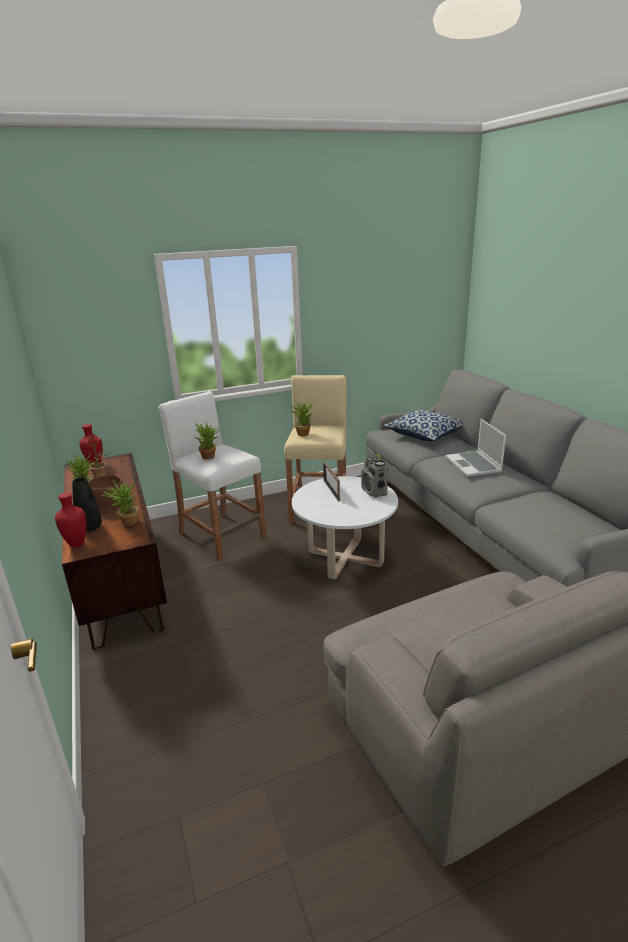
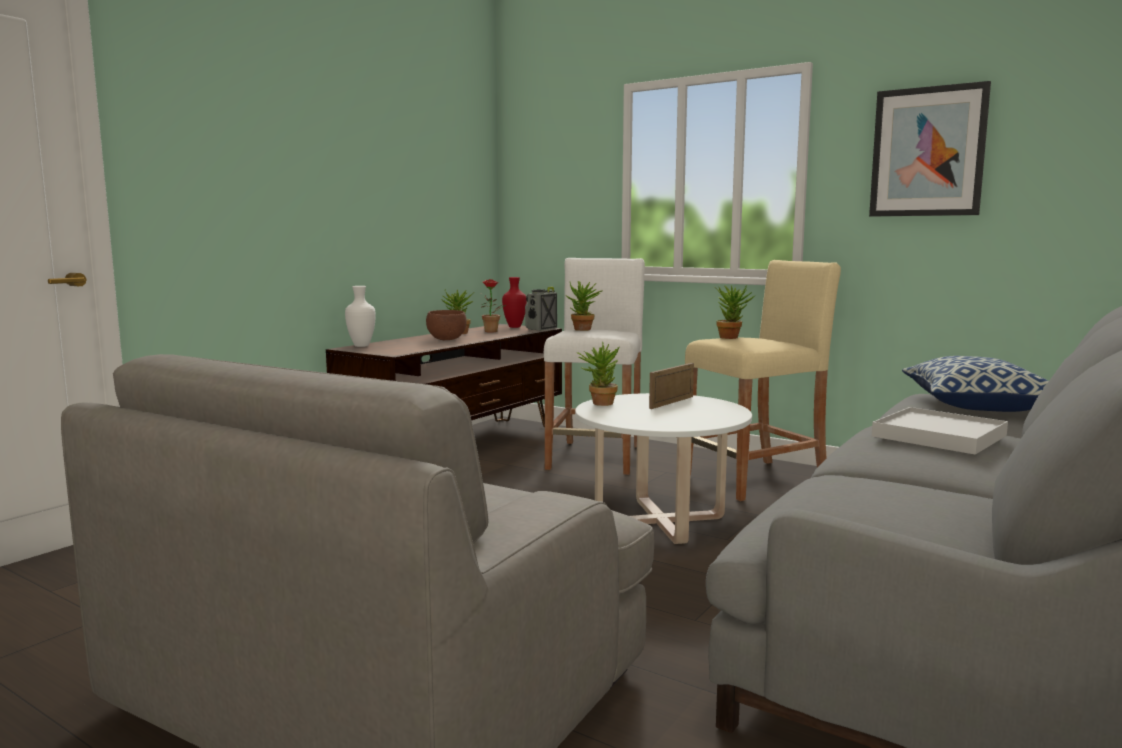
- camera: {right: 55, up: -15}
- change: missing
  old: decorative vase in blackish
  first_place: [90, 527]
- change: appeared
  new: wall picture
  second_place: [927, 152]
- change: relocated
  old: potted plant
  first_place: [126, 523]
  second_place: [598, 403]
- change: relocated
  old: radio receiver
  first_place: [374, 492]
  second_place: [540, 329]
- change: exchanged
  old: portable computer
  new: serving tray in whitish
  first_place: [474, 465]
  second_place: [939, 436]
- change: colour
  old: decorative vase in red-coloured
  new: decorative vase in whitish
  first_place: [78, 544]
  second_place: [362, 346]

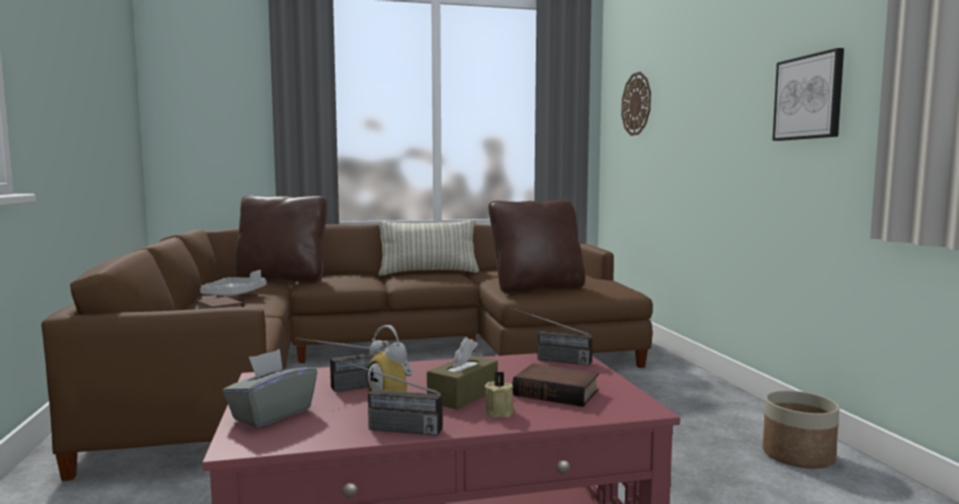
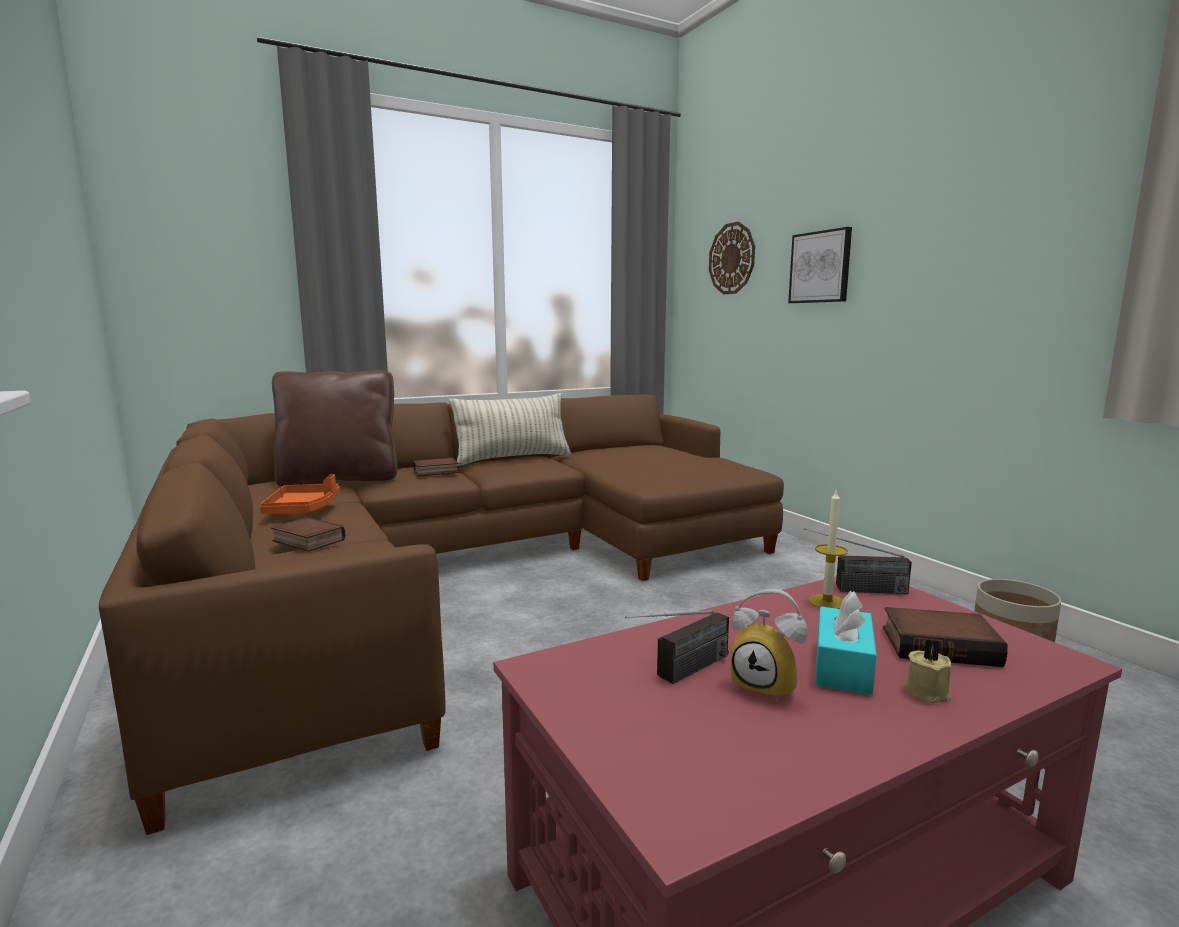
- camera: {right: -15, up: 5}
- change: missing
  old: tissue holder in grey
  first_place: [271, 414]
- change: missing
  old: radio receiver
  first_place: [386, 428]
- change: missing
  old: pillow in brown-coloured
  first_place: [537, 288]
- change: appeared
  new: book
  second_place: [435, 472]
- change: appeared
  new: wax light
  second_place: [827, 602]
- change: relocated
  old: wall picture
  first_place: [808, 97]
  second_place: [820, 267]
- change: colour
  old: serving tray in grey
  new: serving tray in orange
  first_place: [235, 294]
  second_place: [303, 509]
- change: colour
  old: tissue holder in brown-coloured
  new: tissue holder in blue-green
  first_place: [463, 395]
  second_place: [842, 666]

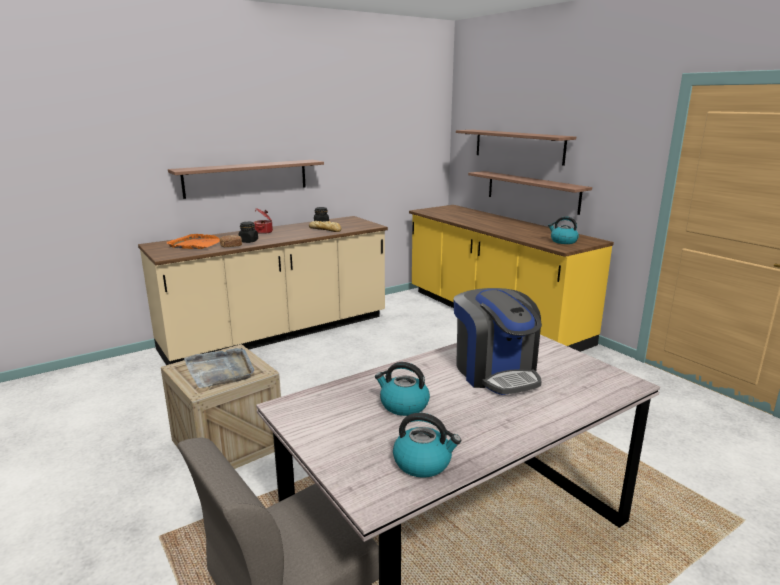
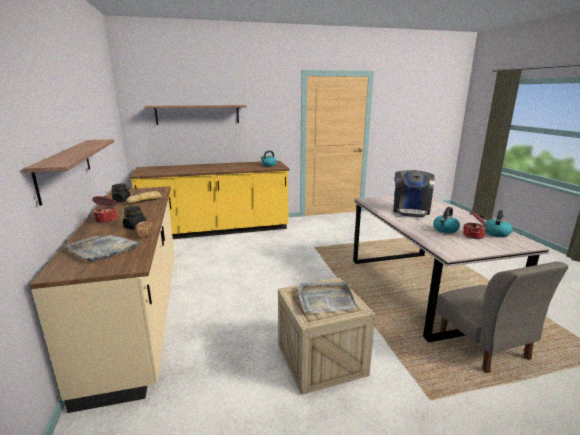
- camera: {right: -70, up: 0}
- change: missing
  old: wall shelf
  first_place: [532, 191]
- change: appeared
  new: saucepot
  second_place: [474, 236]
- change: colour
  old: serving tray in orange
  new: serving tray in grey
  first_place: [196, 244]
  second_place: [103, 249]
- change: spun
  old: coffee maker
  first_place: [495, 372]
  second_place: [410, 210]
  degrees: 105

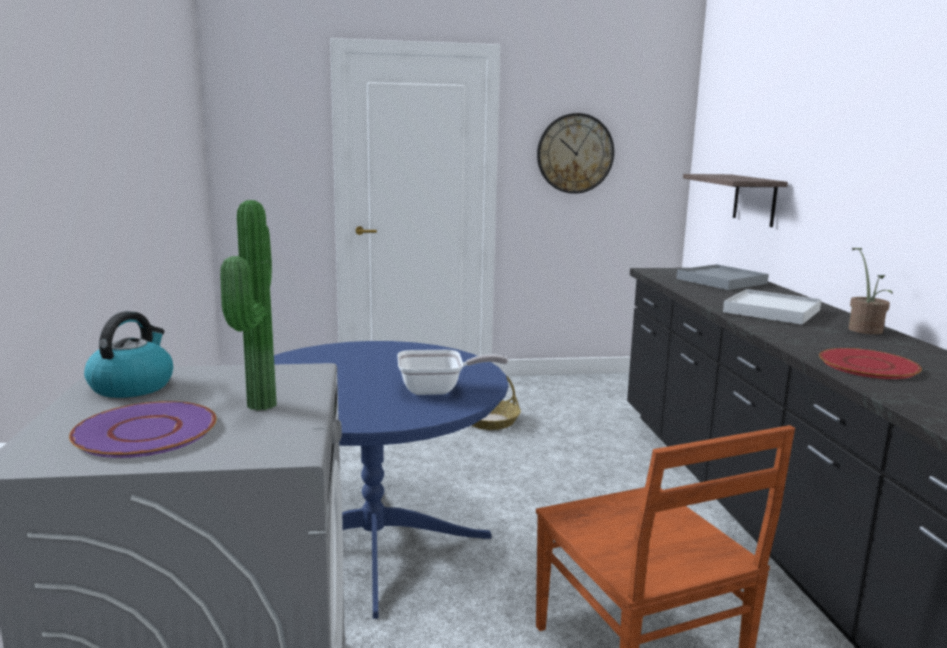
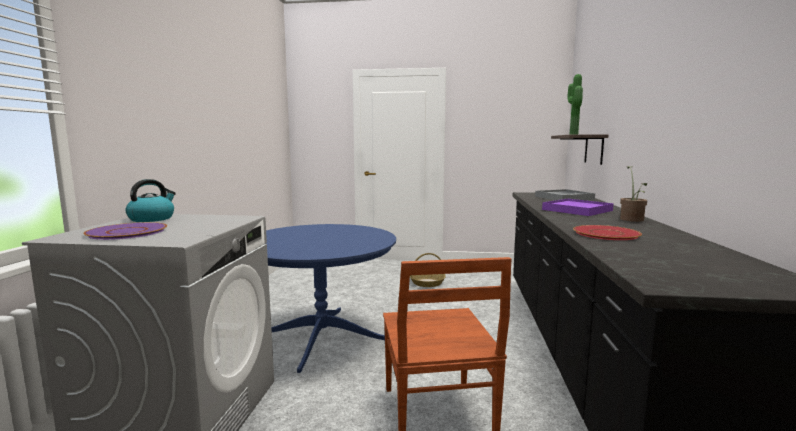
- camera: {right: 15, up: -5}
- change: missing
  old: skillet
  first_place: [438, 390]
- change: missing
  old: clock on the wall
  first_place: [575, 153]
- change: relocated
  old: potted plant
  first_place: [255, 405]
  second_place: [572, 134]
- change: colour
  old: serving tray in whitish
  new: serving tray in purple-coloured
  first_place: [772, 311]
  second_place: [577, 210]

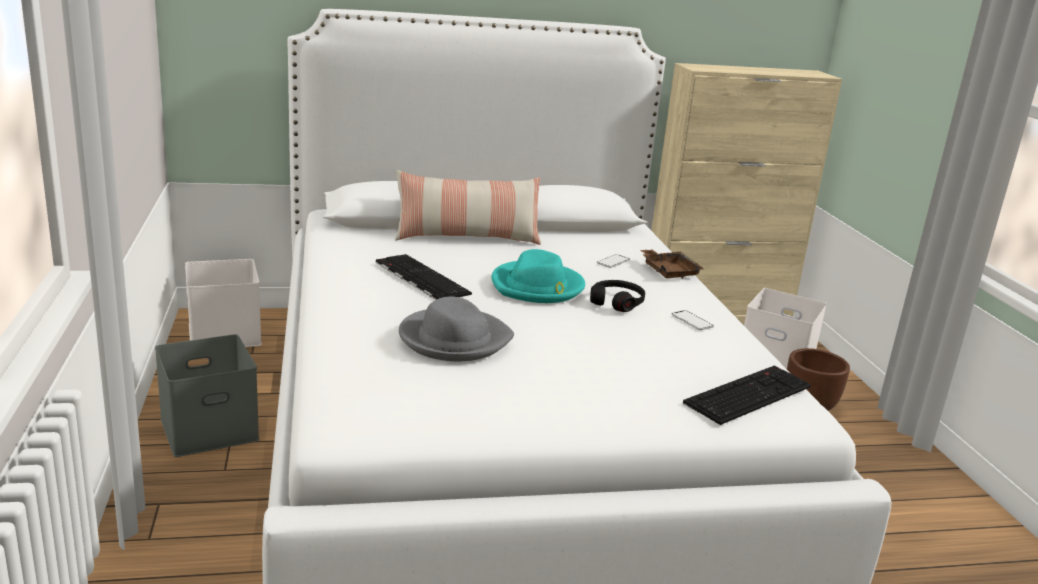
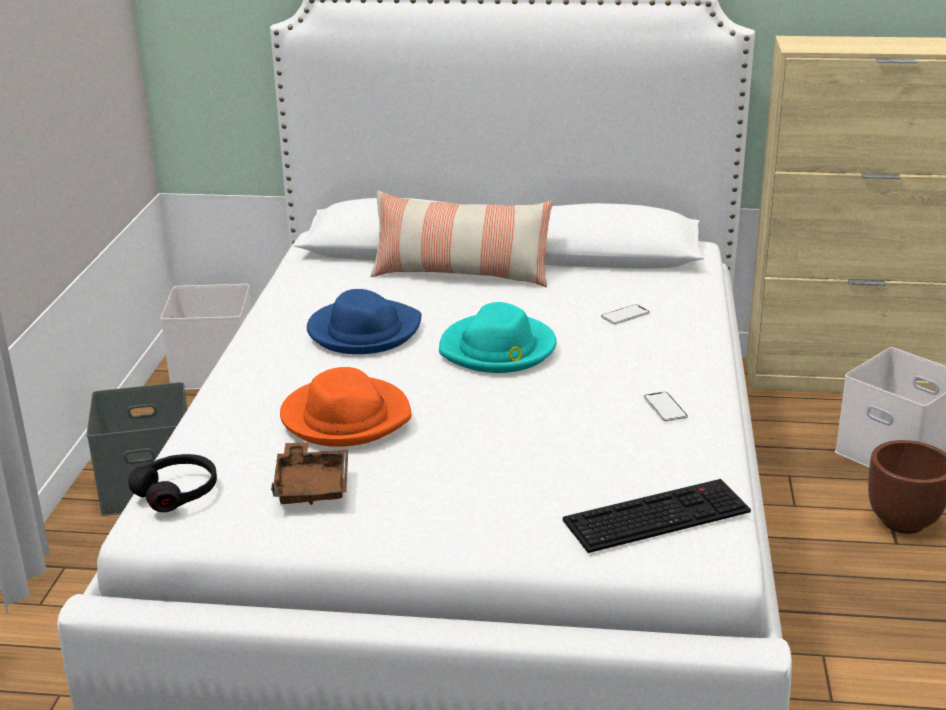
- camera: {right: 20, up: 5}
- change: relocated
  old: pair of headphones in blackish
  first_place: [617, 302]
  second_place: [177, 492]
- change: relocated
  old: serving tray in brown-coloured
  first_place: [669, 271]
  second_place: [311, 486]
- change: exchanged
  old: computer keyboard
  new: wearable hat in blue-coloured
  first_place: [419, 278]
  second_place: [363, 331]
- change: colour
  old: wearable hat in grey
  new: wearable hat in orange
  first_place: [454, 339]
  second_place: [345, 417]

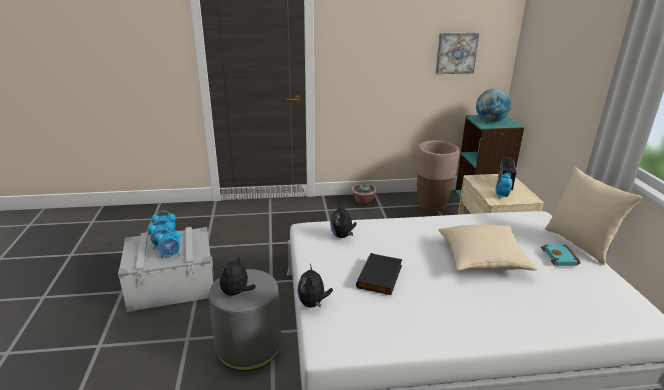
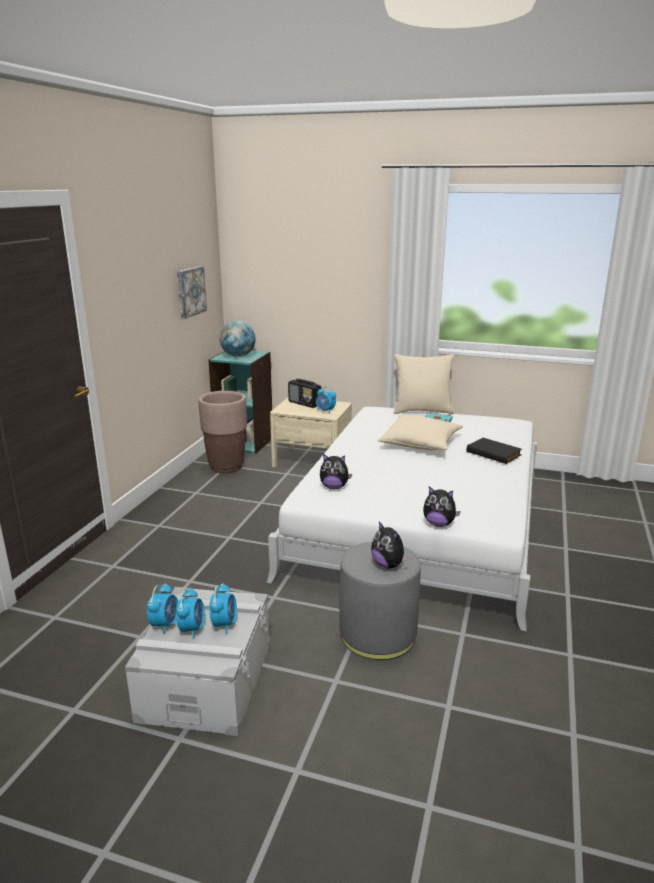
- camera: {right: -65, up: -5}
- change: missing
  old: potted plant
  first_place: [363, 202]
- change: relocated
  old: book in blackish
  first_place: [381, 277]
  second_place: [494, 453]

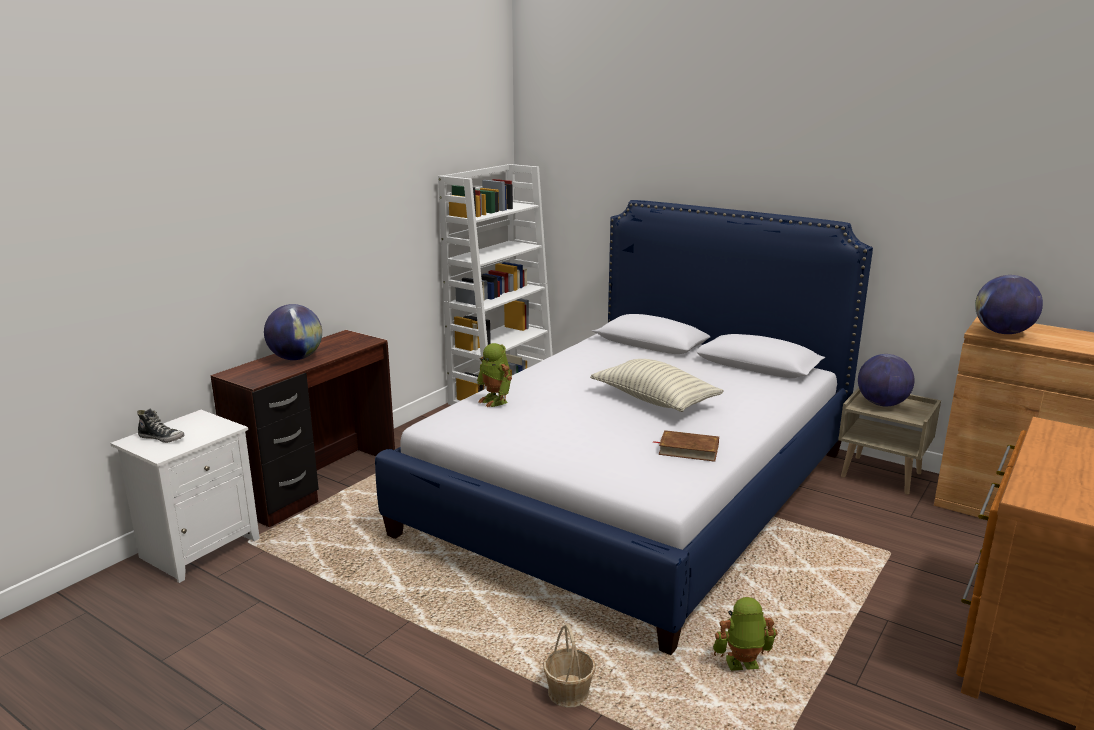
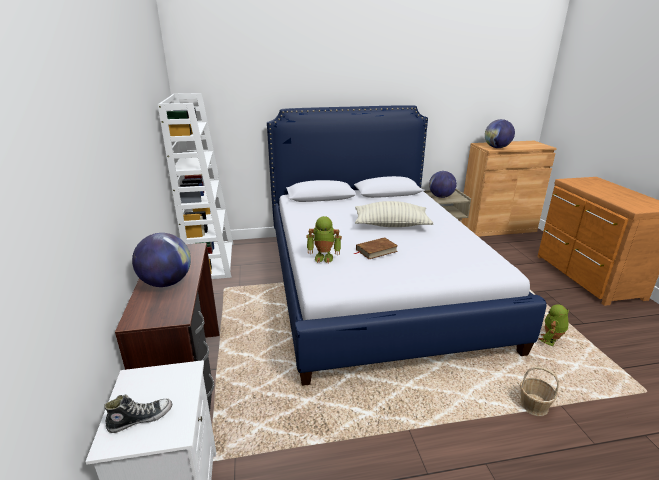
- camera: {right: -45, up: 5}
- change: relocated
  old: book in brown-coloured
  first_place: [688, 449]
  second_place: [376, 250]

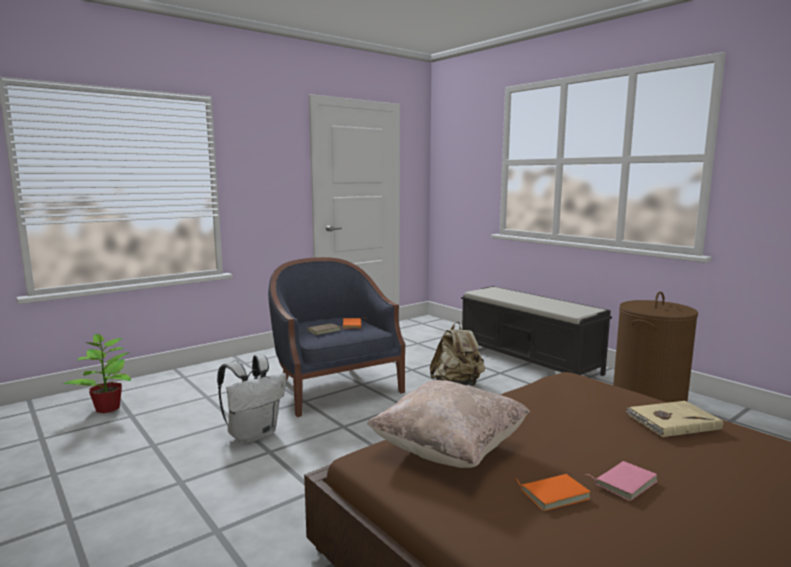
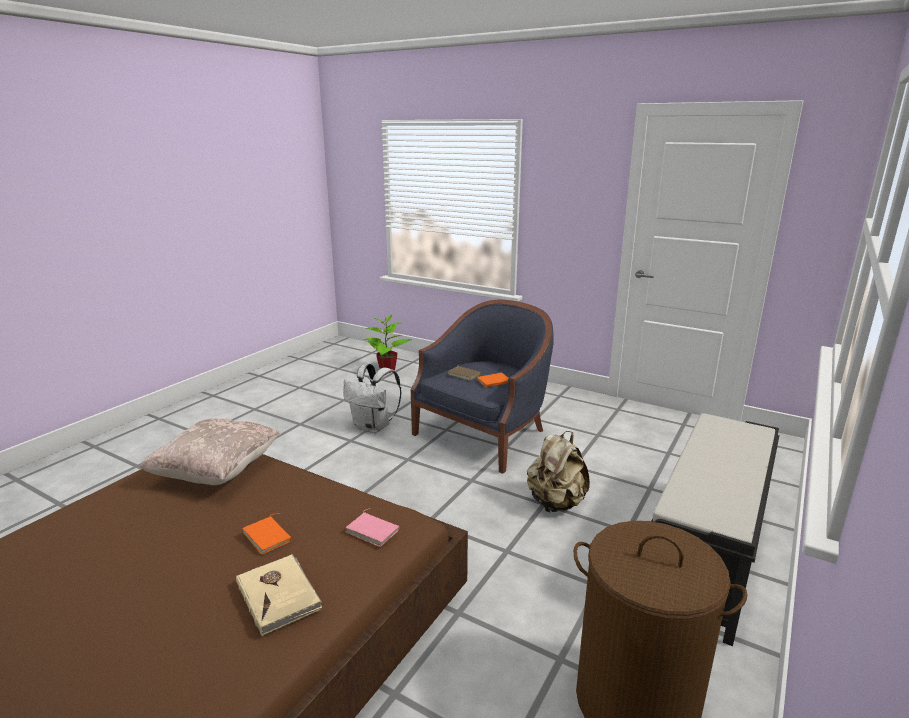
- camera: {right: 70, up: 10}
- change: relocated
  old: book in orange
  first_place: [553, 494]
  second_place: [269, 536]
- change: relocated
  old: book in pink-coloured
  first_place: [624, 482]
  second_place: [373, 530]

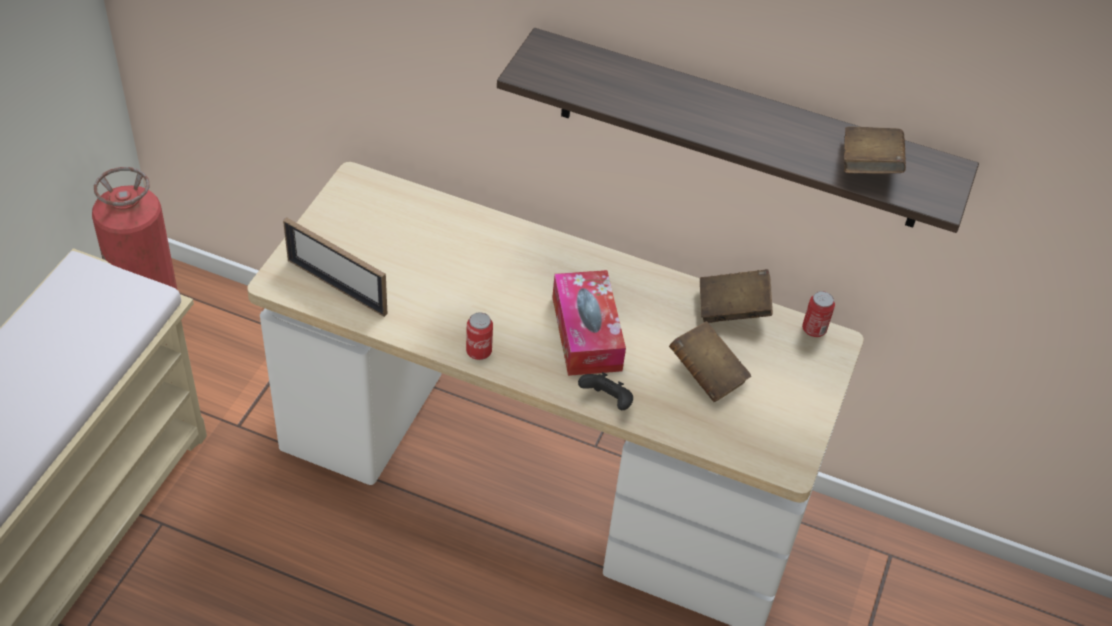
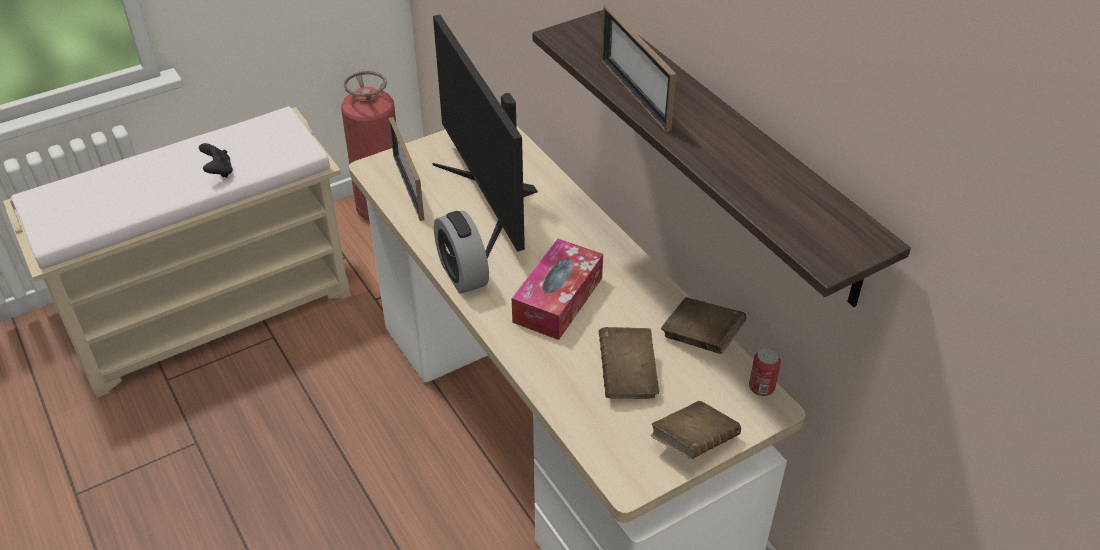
- camera: {right: 40, up: -5}
- change: appeared
  new: computer screen
  second_place: [490, 200]
- change: appeared
  new: picture frame
  second_place: [635, 94]
- change: relocated
  old: gamepad in blackish
  first_place: [607, 402]
  second_place: [219, 171]
- change: relocated
  old: book in brown-coloured
  first_place: [868, 167]
  second_place: [693, 443]
- change: exchanged
  old: can
  new: alarm clock
  first_place: [479, 351]
  second_place: [462, 274]

